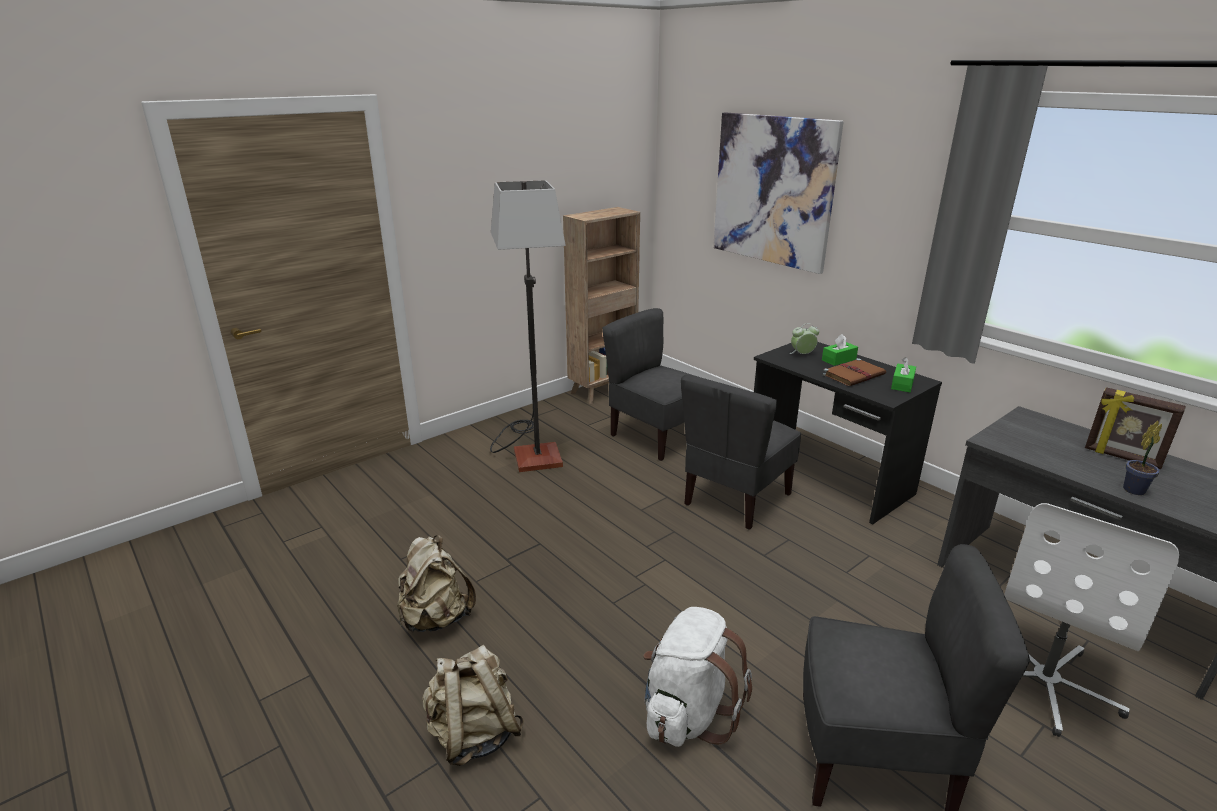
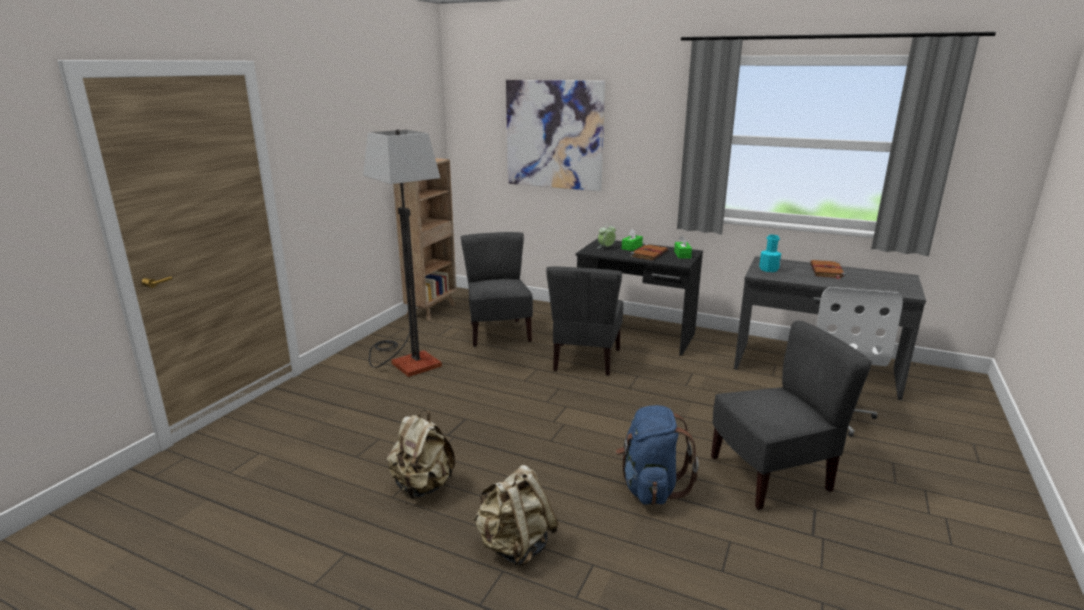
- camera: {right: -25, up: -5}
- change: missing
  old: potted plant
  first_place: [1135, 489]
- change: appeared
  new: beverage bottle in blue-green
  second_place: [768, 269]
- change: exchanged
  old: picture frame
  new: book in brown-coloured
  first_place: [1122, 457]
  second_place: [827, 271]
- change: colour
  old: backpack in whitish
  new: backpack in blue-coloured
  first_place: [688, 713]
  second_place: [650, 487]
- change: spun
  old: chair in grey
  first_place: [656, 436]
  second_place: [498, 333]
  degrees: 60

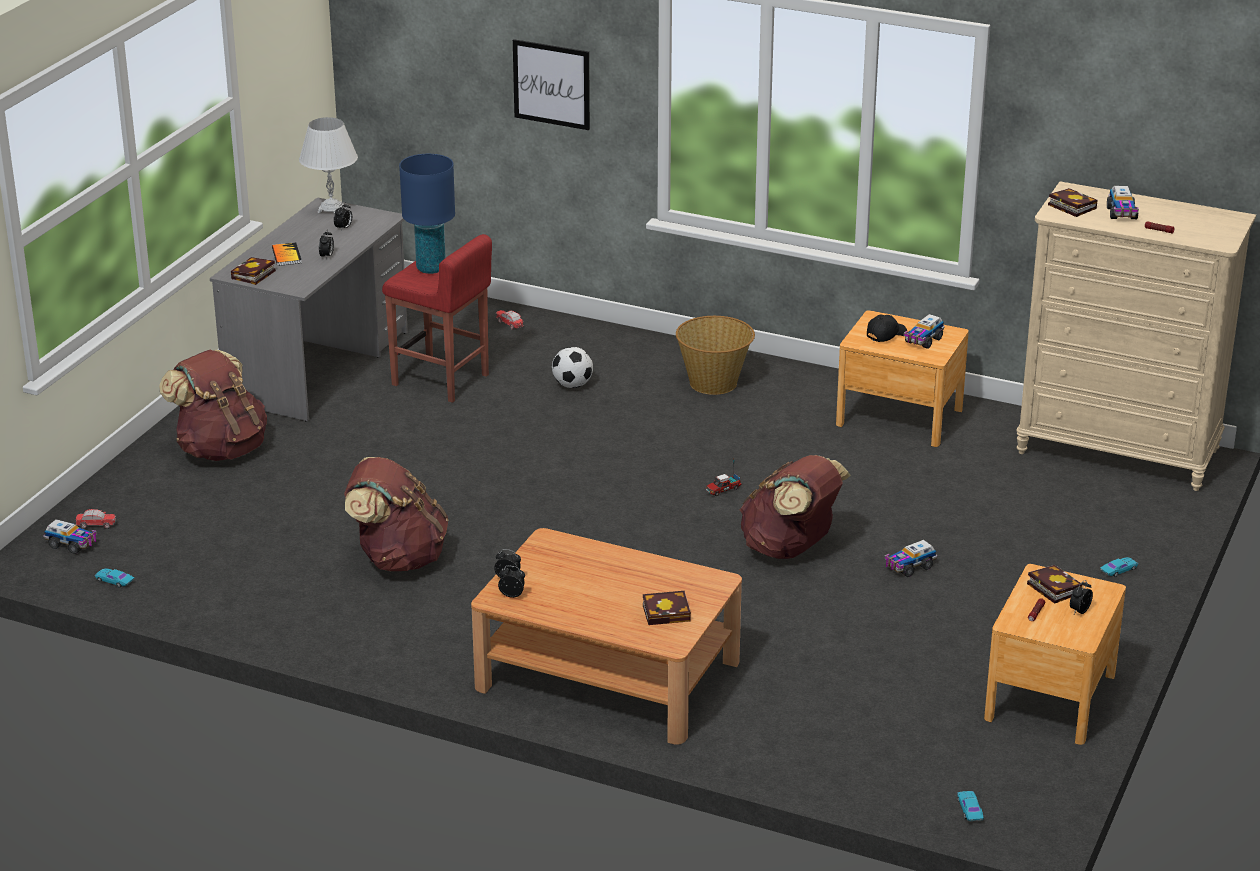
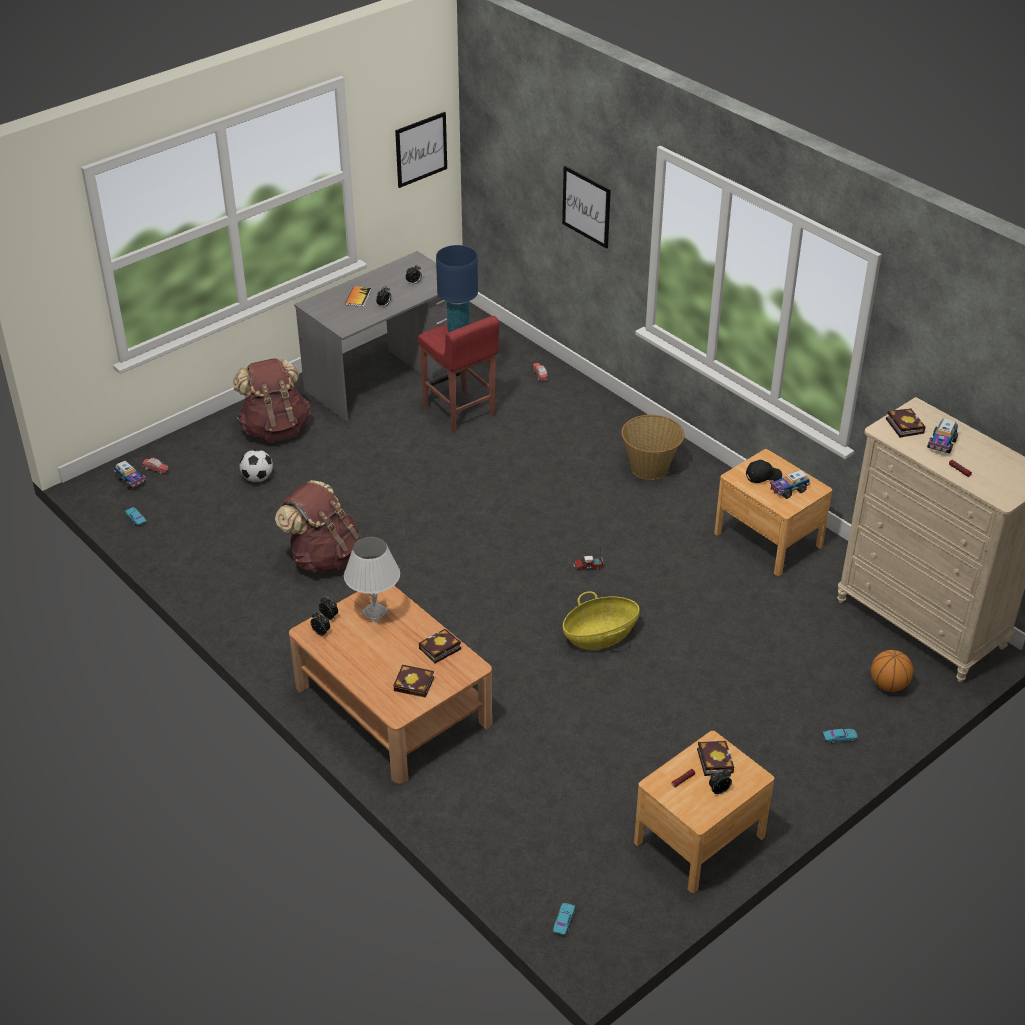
- camera: {right: 25, up: 10}
- change: missing
  old: model truck
  first_place: [909, 567]
- change: appeared
  new: wall picture
  second_place: [421, 149]
- change: appeared
  new: basketball ball
  second_place: [888, 685]
- change: relocated
  old: book
  first_place: [253, 275]
  second_place: [439, 650]
- change: relocated
  old: tabletop lamp in whitish
  first_place: [331, 209]
  second_place: [375, 613]
- change: relocated
  old: football
  first_place: [572, 385]
  second_place: [257, 478]
- change: exchanged
  old: backpack in brown-coloured
  new: household basket
  first_place: [790, 548]
  second_place: [600, 635]

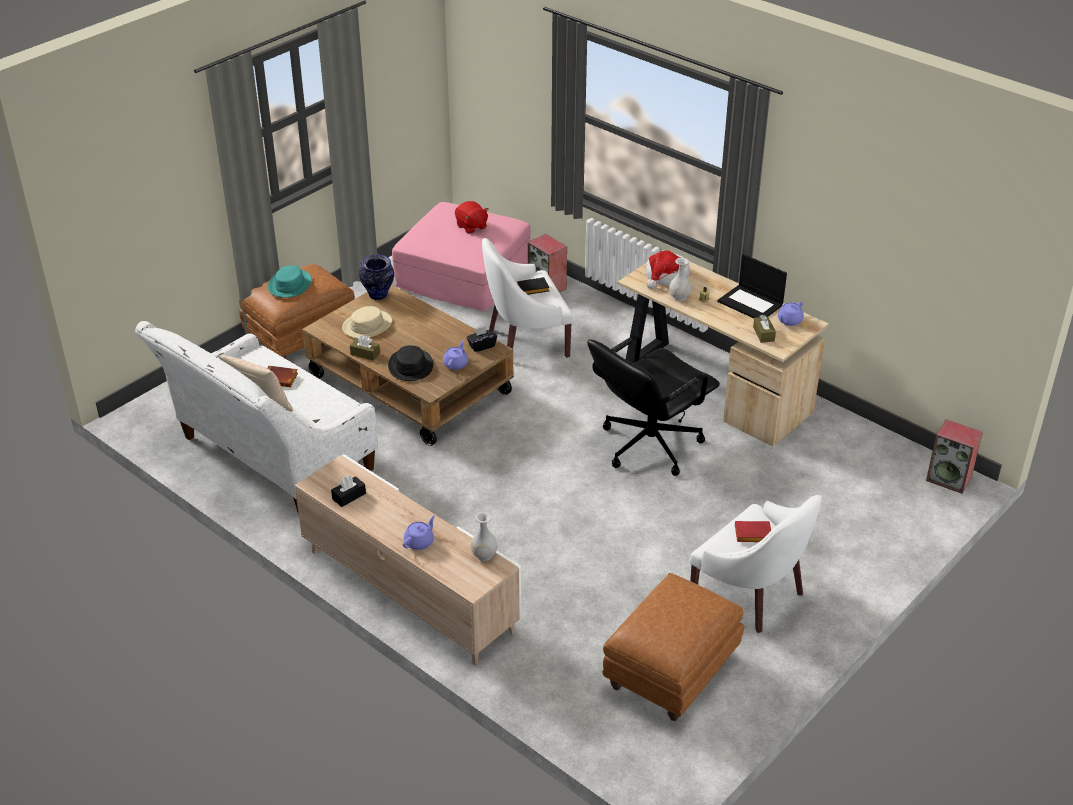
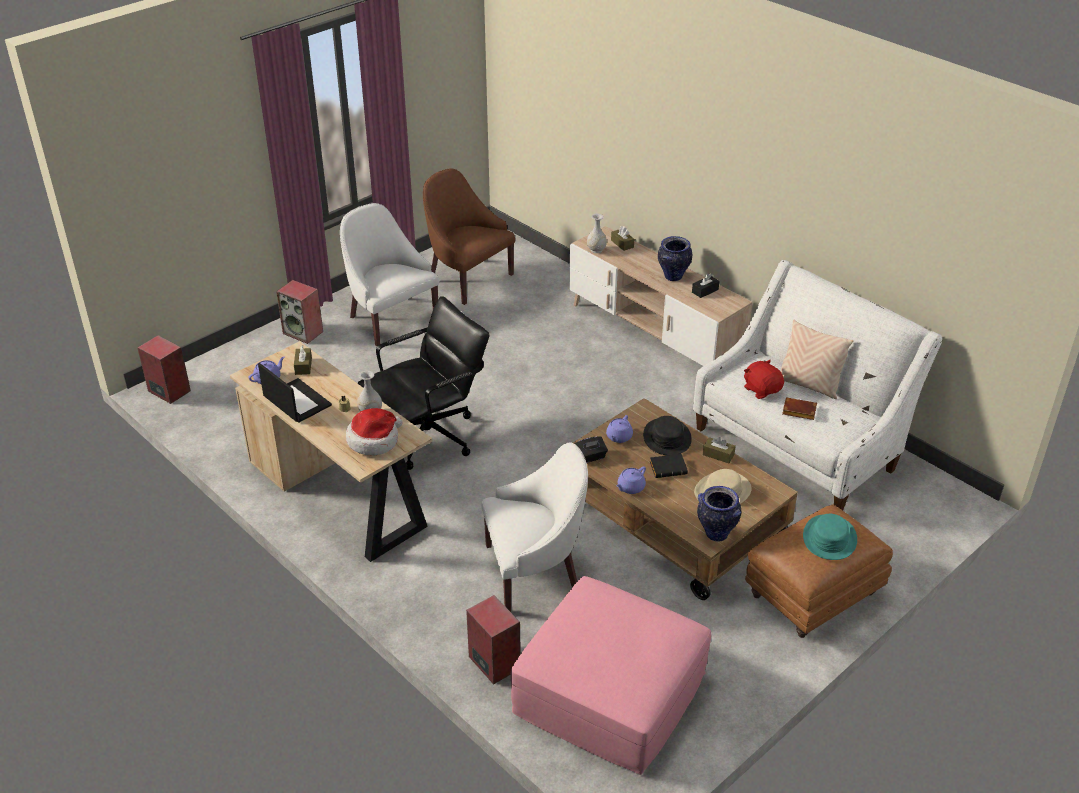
- camera: {right: -175, up: 0}
- change: missing
  old: book in red-coloured
  first_place: [752, 535]
- change: appeared
  new: speaker
  second_place: [303, 332]
- change: appeared
  new: tissue holder in brown-coloured
  second_place: [622, 244]
- change: appeared
  new: decorative vase
  second_place: [673, 277]
- change: relocated
  old: pot for tea in purple-coloured
  first_place: [419, 542]
  second_place: [630, 487]
- change: relocated
  old: cuddly toy in red-coloured
  first_place: [471, 227]
  second_place: [762, 390]
- change: relocated
  old: book in blackish
  first_place: [532, 289]
  second_place: [669, 468]
- change: exchanged
  old: pouffe in brown-coloured
  new: armchair in brown-coloured
  first_place: [671, 673]
  second_place: [467, 278]

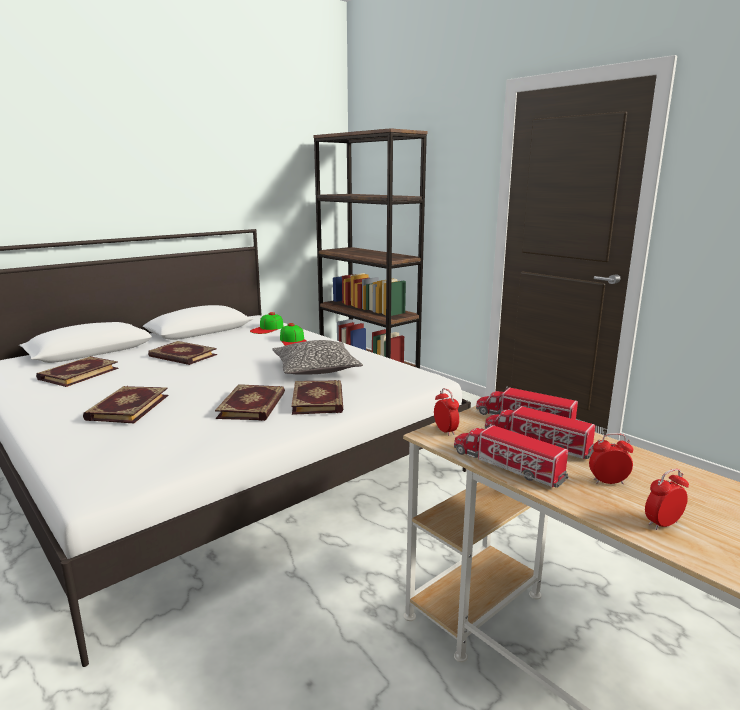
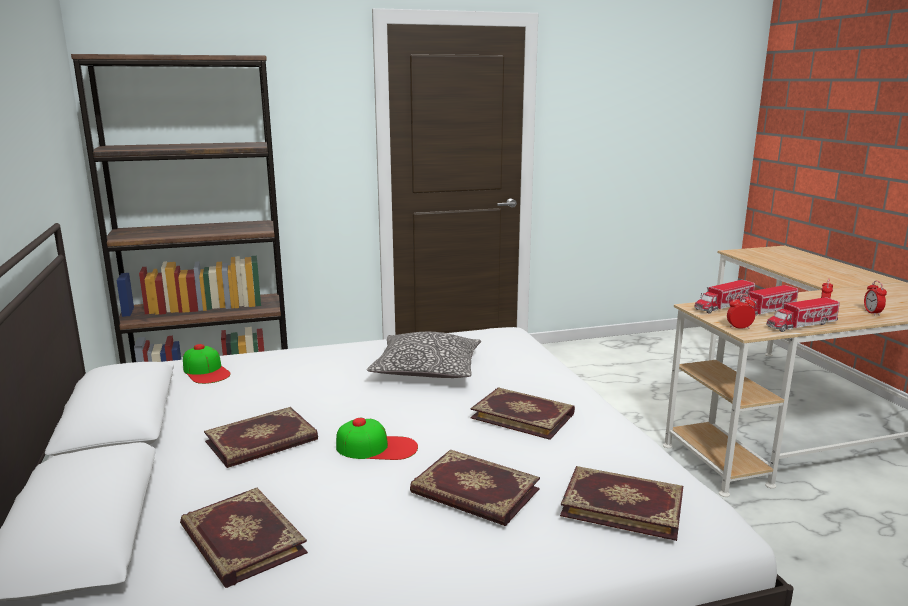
- camera: {right: -65, up: 0}
- change: relocated
  old: baseball cap
  first_place: [294, 341]
  second_place: [377, 447]
- change: relocated
  old: book
  first_place: [319, 400]
  second_place: [622, 504]

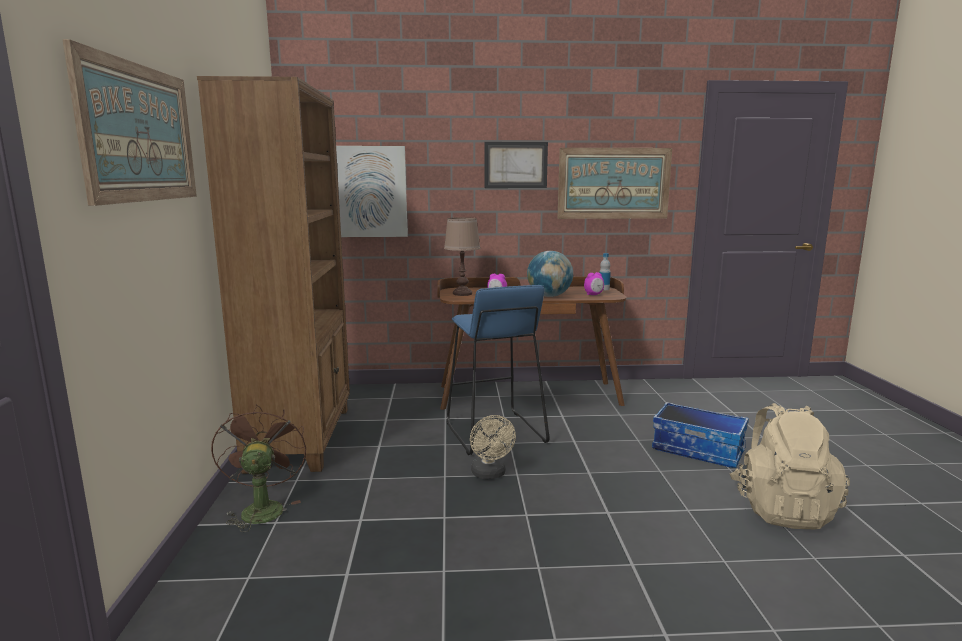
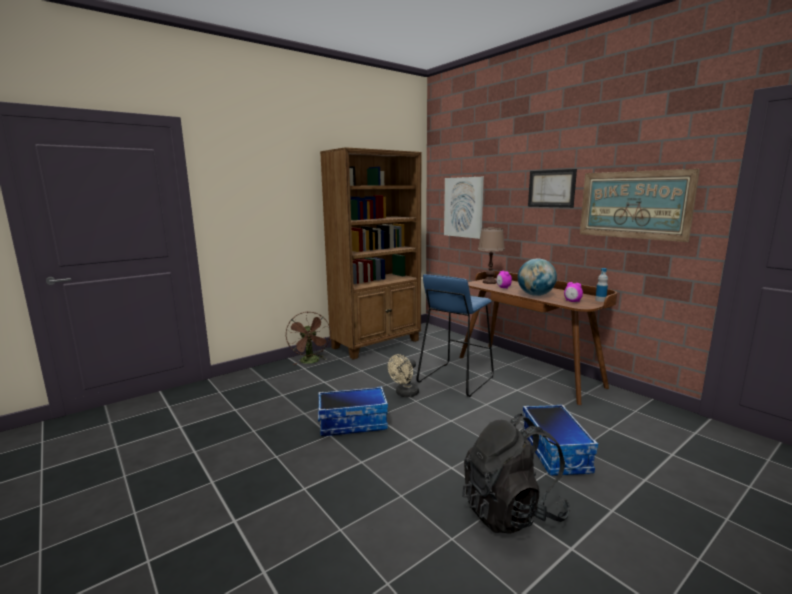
- camera: {right: 55, up: 0}
- change: missing
  old: wall picture
  first_place: [140, 133]
- change: appeared
  new: storage bin
  second_place: [353, 423]
- change: colour
  old: backpack in beige-coloured
  new: backpack in blackish
  first_place: [782, 509]
  second_place: [512, 511]
- change: spun
  old: electric fan in brown-coloured
  first_place: [262, 508]
  second_place: [311, 362]
  degrees: 120

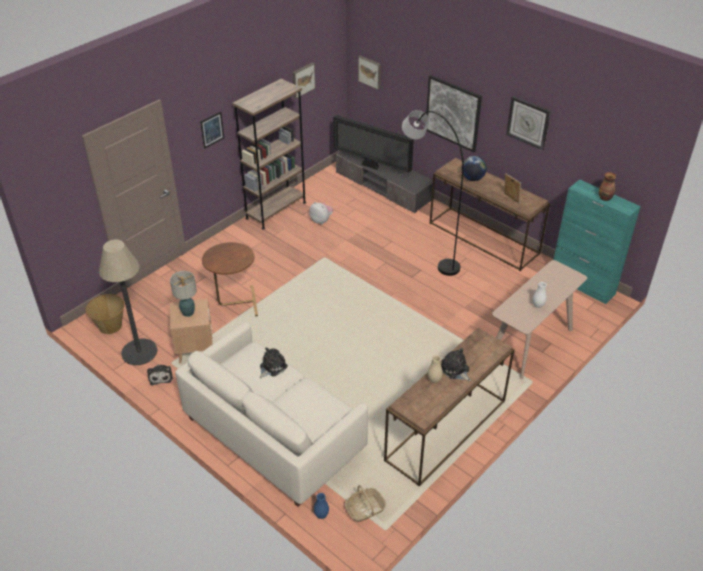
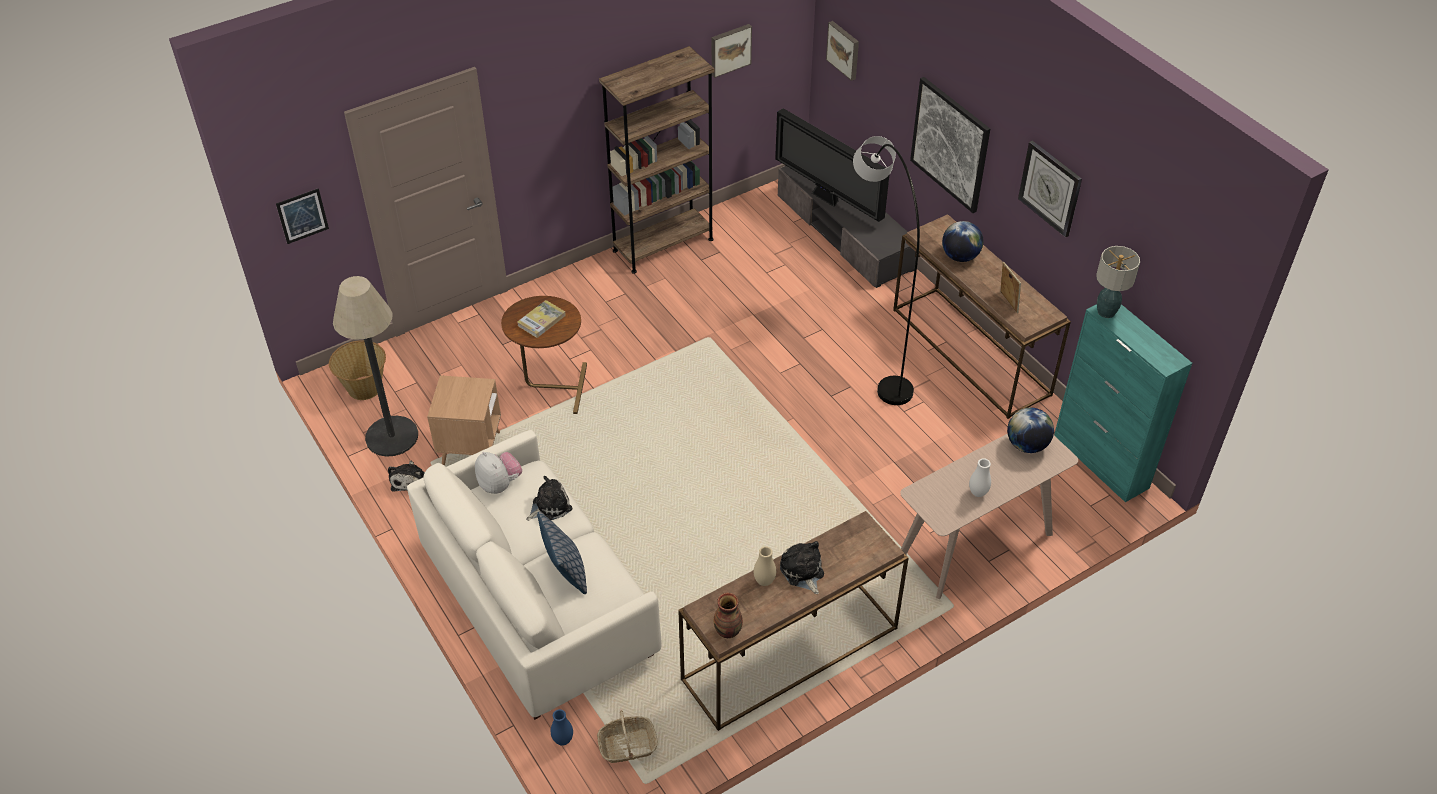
- camera: {right: 15, up: 5}
- change: appeared
  new: book
  second_place: [541, 320]
- change: appeared
  new: pillow
  second_place: [566, 572]
- change: appeared
  new: globe
  second_place: [1027, 445]
- change: relocated
  old: tabletop lamp
  first_place: [188, 312]
  second_place: [1106, 312]
- change: relocated
  old: wall picture
  first_place: [212, 130]
  second_place: [302, 216]
- change: relocated
  old: cuddly toy
  first_place: [321, 220]
  second_place: [500, 484]
- change: relocated
  old: decorative vase
  first_place: [605, 198]
  second_place: [728, 631]

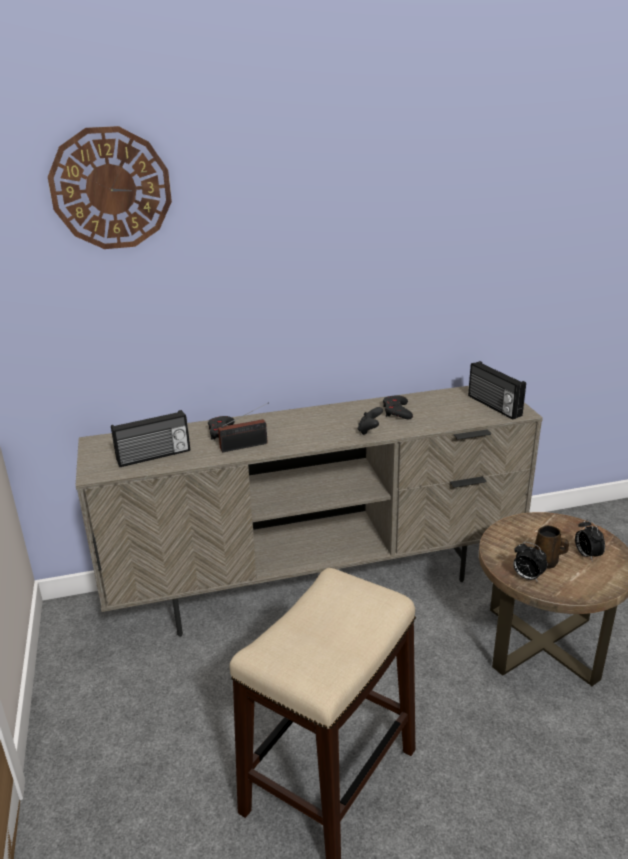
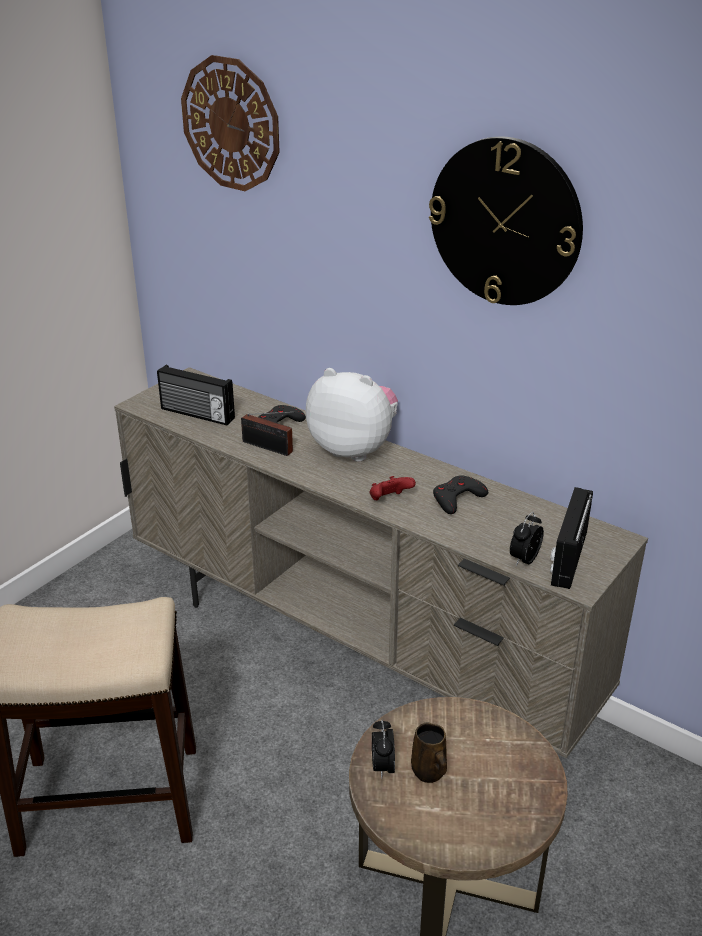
- camera: {right: 50, up: 5}
- change: appeared
  new: cuddly toy
  second_place: [354, 449]
- change: appeared
  new: clock on the wall
  second_place: [505, 222]
- change: relocated
  old: alarm clock
  first_place: [586, 555]
  second_place: [524, 559]
- change: colour
  old: gamepad in blackish
  new: gamepad in red-coloured
  first_place: [369, 430]
  second_place: [389, 500]

